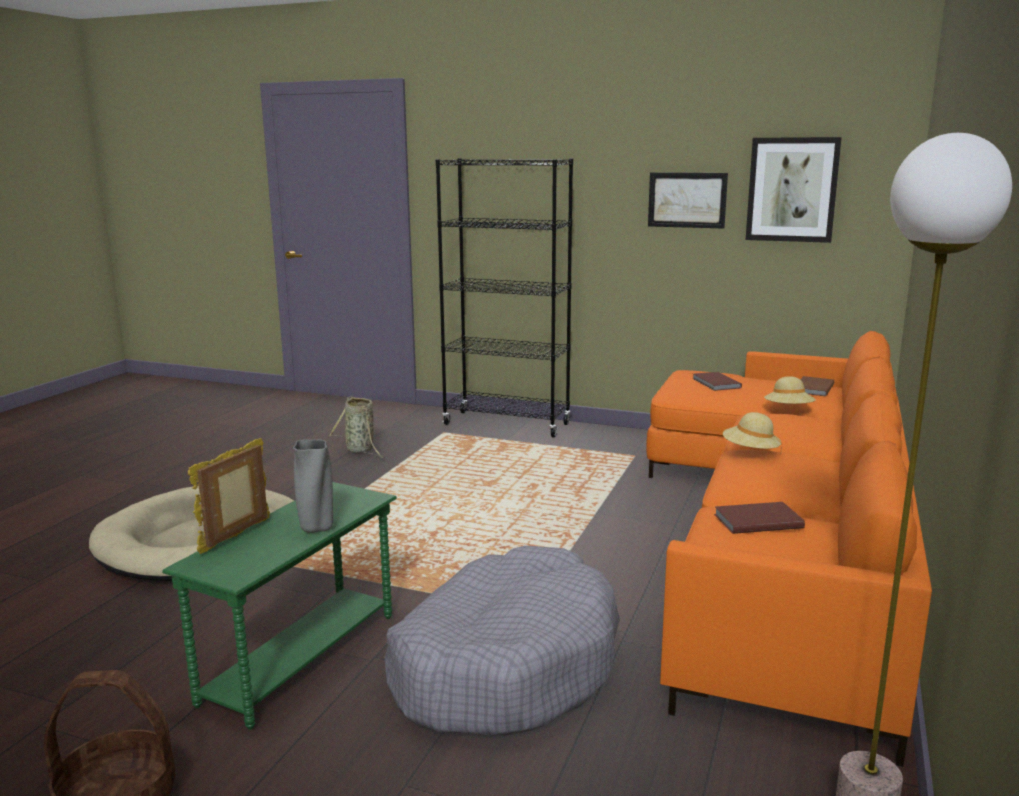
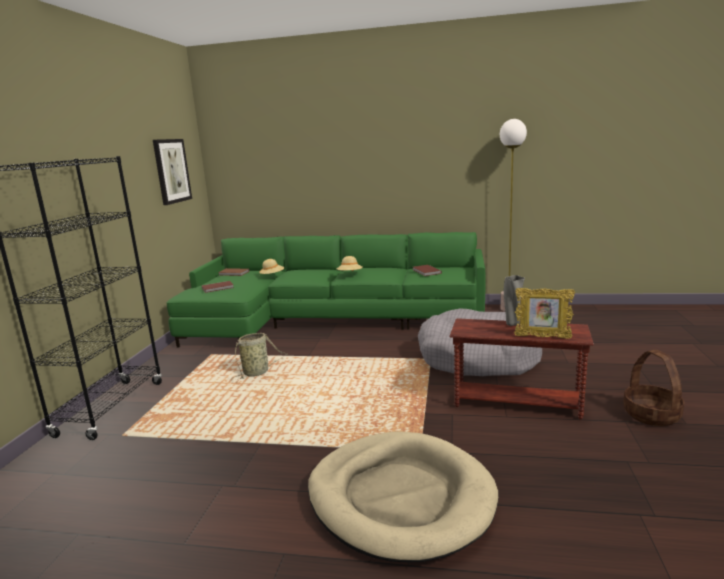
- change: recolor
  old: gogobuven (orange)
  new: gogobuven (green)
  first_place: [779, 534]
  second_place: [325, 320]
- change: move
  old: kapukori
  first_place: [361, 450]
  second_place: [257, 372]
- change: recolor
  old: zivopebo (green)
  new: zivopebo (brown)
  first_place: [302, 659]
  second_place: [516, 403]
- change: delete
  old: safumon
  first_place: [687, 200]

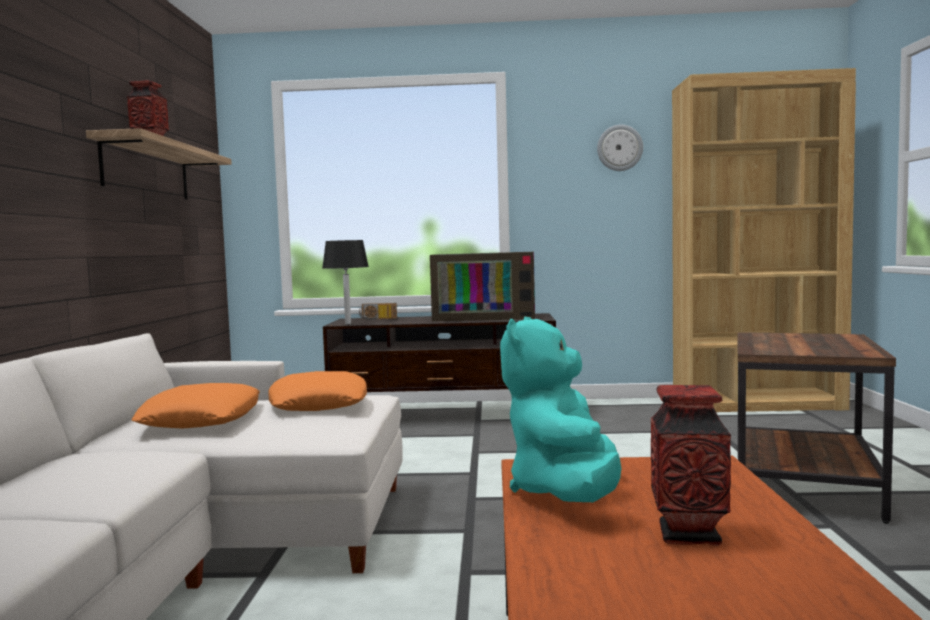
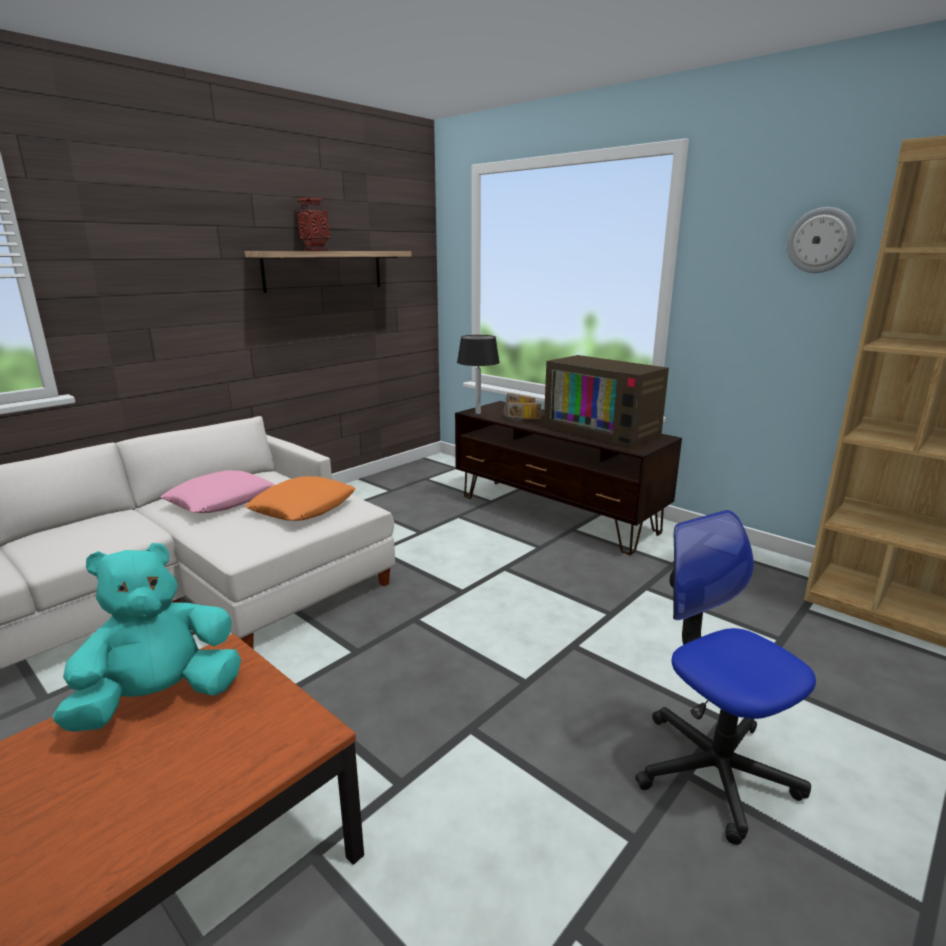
- change: recolor
  old: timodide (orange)
  new: timodide (pink)
  first_place: [201, 418]
  second_place: [221, 500]
- change: insert
  new: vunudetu
  second_place: [521, 419]
- change: replace
  old: zivopebo (brown)
  new: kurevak
  first_place: [801, 487]
  second_place: [714, 770]
- change: delete
  old: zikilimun
  first_place: [688, 534]

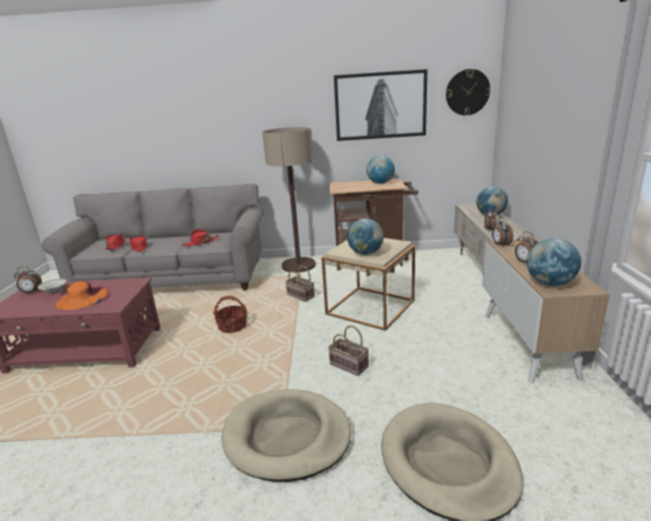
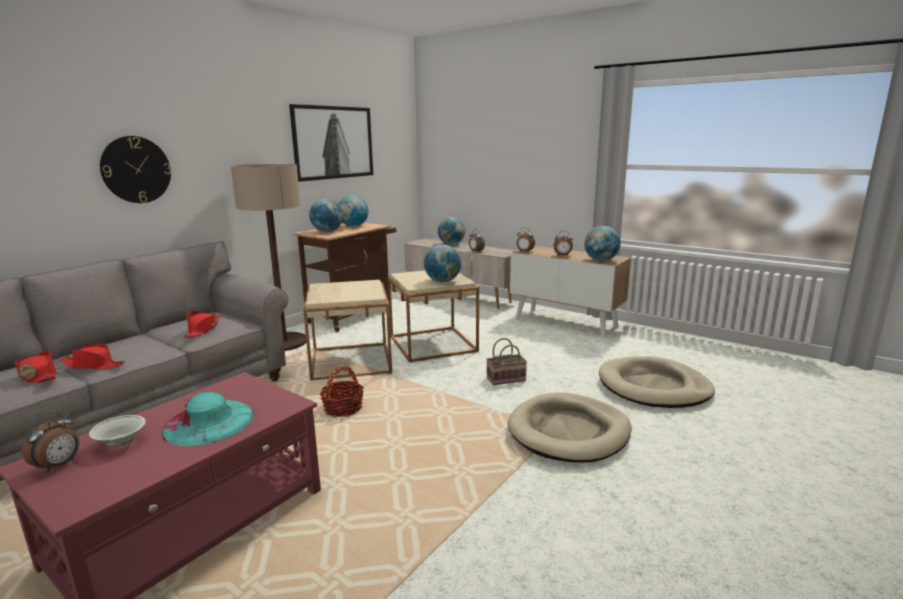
- change: move
  old: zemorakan
  first_place: [467, 92]
  second_place: [136, 170]
- change: recolor
  old: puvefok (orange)
  new: puvefok (turquoise)
  first_place: [83, 298]
  second_place: [209, 422]
- change: replace
  old: kapukori
  new: zivopebo (beige)
  first_place: [300, 296]
  second_place: [351, 361]
- change: insert
  new: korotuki
  second_place: [327, 231]

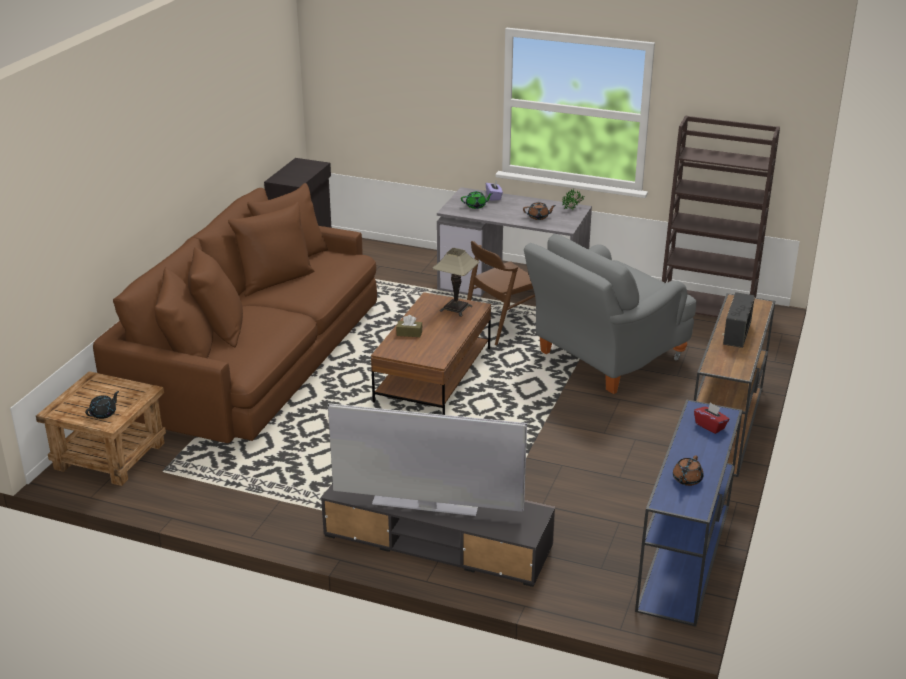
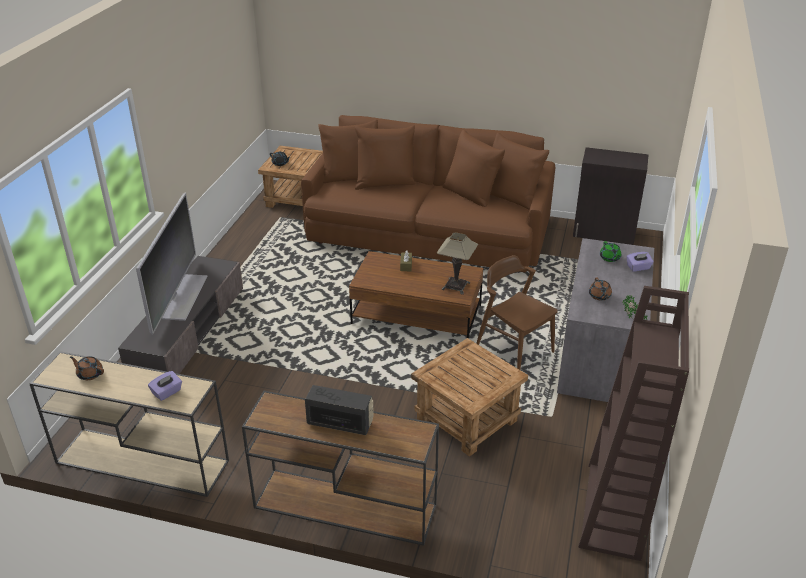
- change: recolor
  old: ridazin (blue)
  new: ridazin (beige)
  first_place: [684, 557]
  second_place: [140, 461]
- change: recolor
  old: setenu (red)
  new: setenu (purple)
  first_place: [710, 426]
  second_place: [167, 392]
- change: replace
  old: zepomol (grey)
  new: zivopebo (brown)
  first_place: [604, 358]
  second_place: [467, 418]

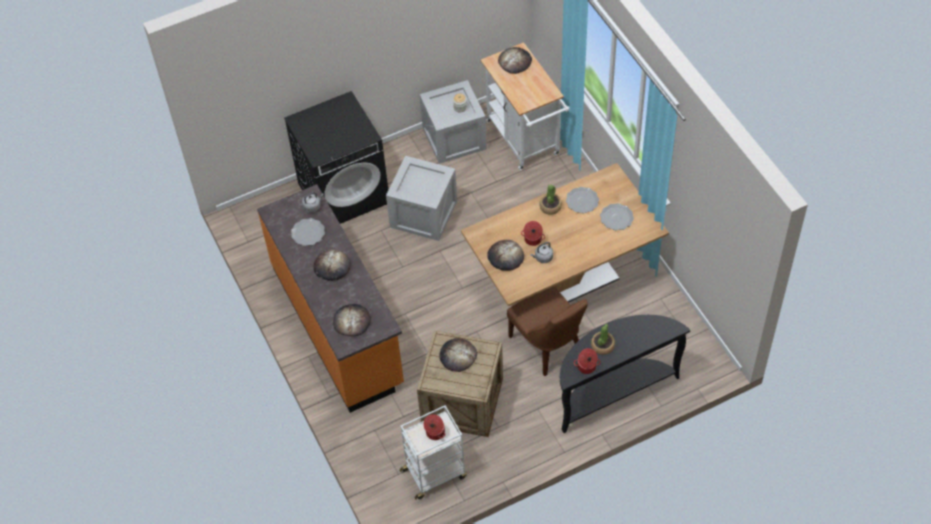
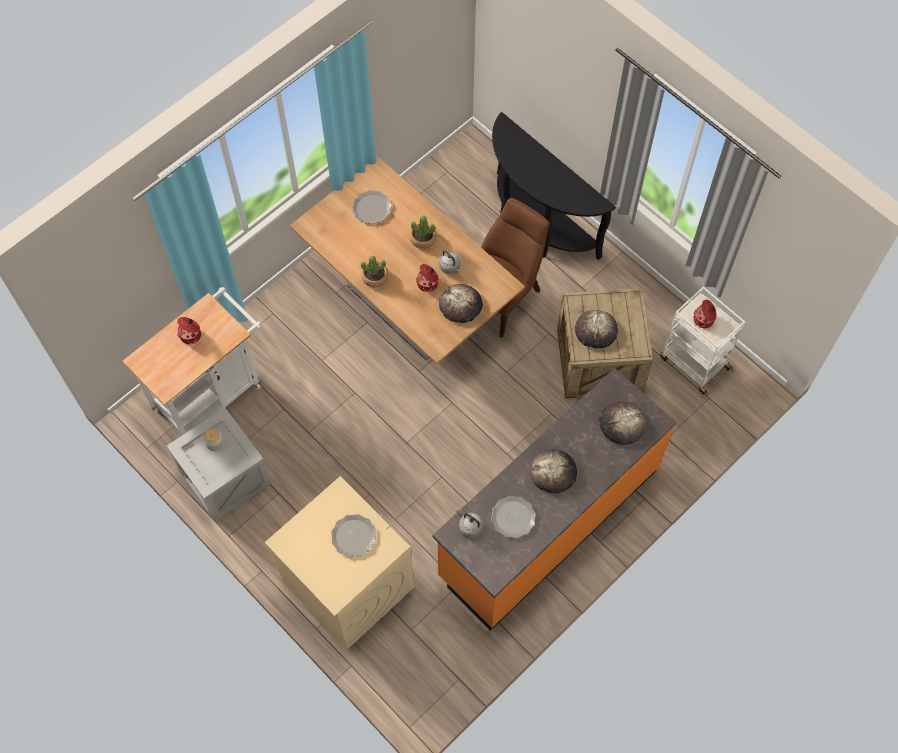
- change: move
  old: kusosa
  first_place: [586, 367]
  second_place: [191, 335]
- change: recolor
  old: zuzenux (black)
  new: zuzenux (beige)
  first_place: [344, 192]
  second_place: [347, 584]
- change: move
  old: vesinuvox
  first_place: [582, 201]
  second_place: [354, 536]
- change: move
  old: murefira
  first_place: [602, 345]
  second_place: [423, 239]
- change: delete
  old: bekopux
  first_place: [423, 214]
- change: delete
  old: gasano
  first_place: [515, 61]

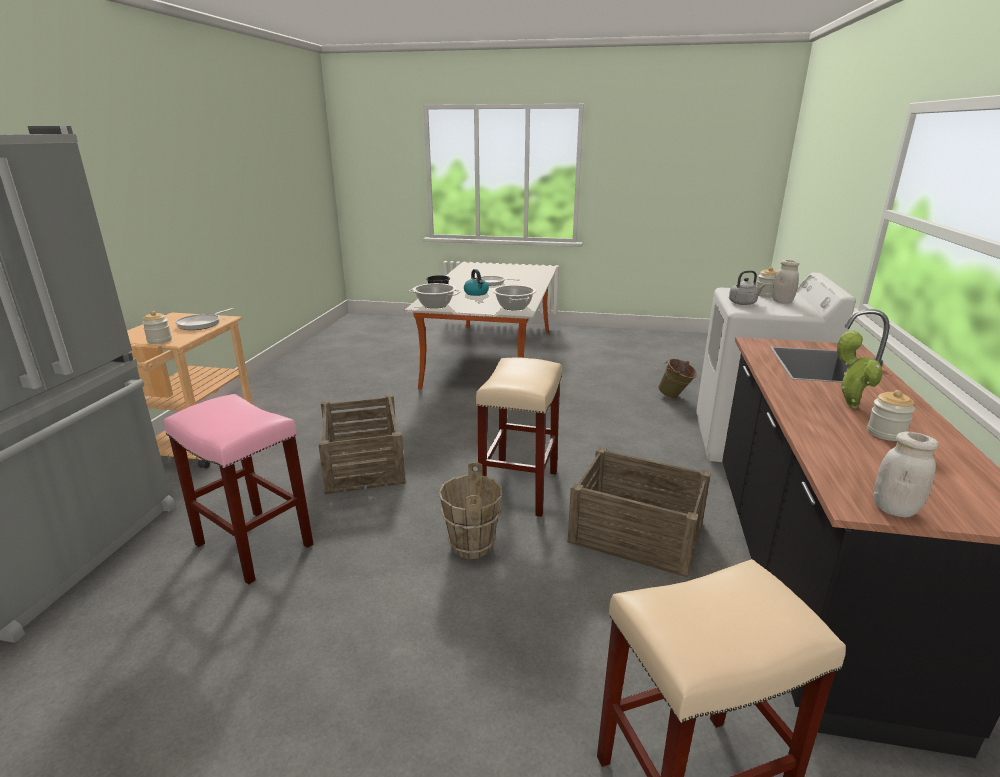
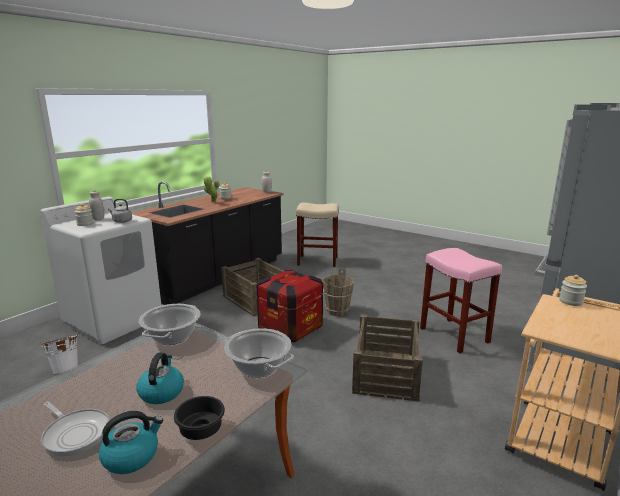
- change: recolor
  old: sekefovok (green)
  new: sekefovok (white)
  first_place: [675, 397]
  second_place: [66, 370]
- change: insert
  new: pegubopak
  second_place: [132, 456]
- change: replace
  old: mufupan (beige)
  new: bekopux
  first_place: [519, 489]
  second_place: [290, 328]
- change: delete
  old: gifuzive
  first_place: [202, 324]

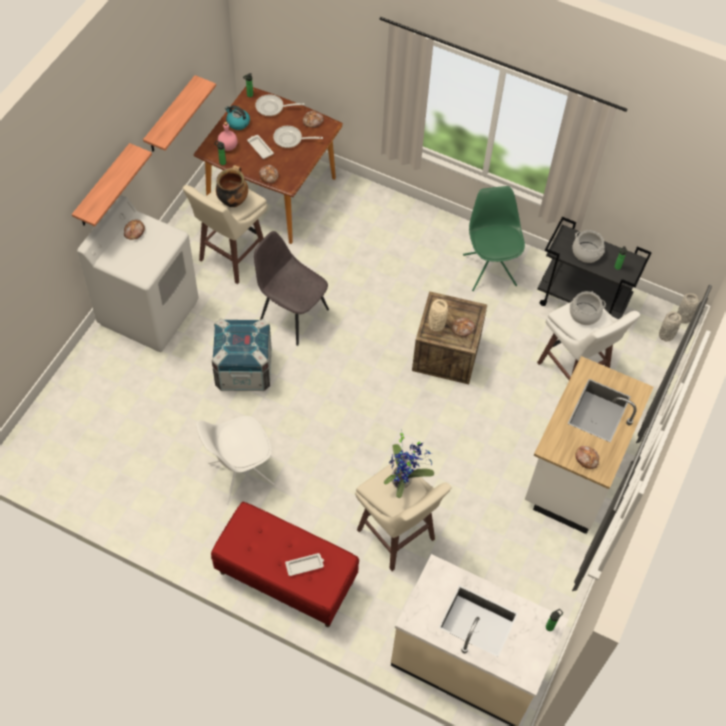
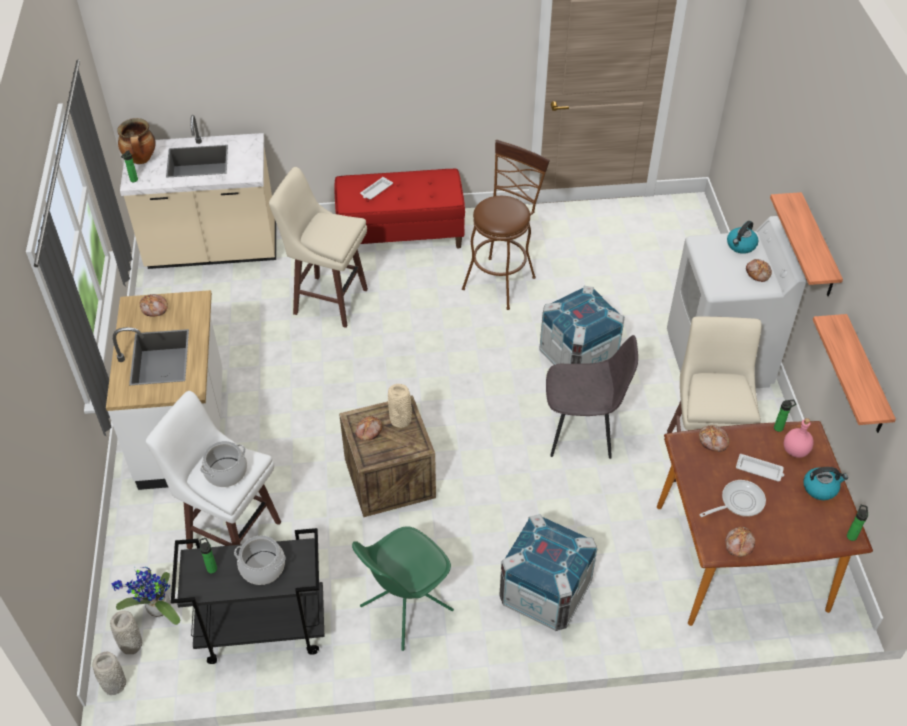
- change: move
  old: murefira
  first_place: [404, 480]
  second_place: [156, 610]
- change: move
  old: kusosa
  first_place: [233, 200]
  second_place: [141, 159]
- change: rotate
  old: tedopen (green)
  first_place: [489, 269]
  second_place: [405, 609]
  degrees: 90
- change: replace
  old: tedopen (white)
  new: mufupan (brown)
  first_place: [239, 474]
  second_place: [502, 279]
- change: insert
  new: bekopux
  second_place: [545, 592]
- change: insert
  new: pegubopak
  second_place: [741, 246]
- change: delete
  old: gifuzive
  first_place: [272, 107]

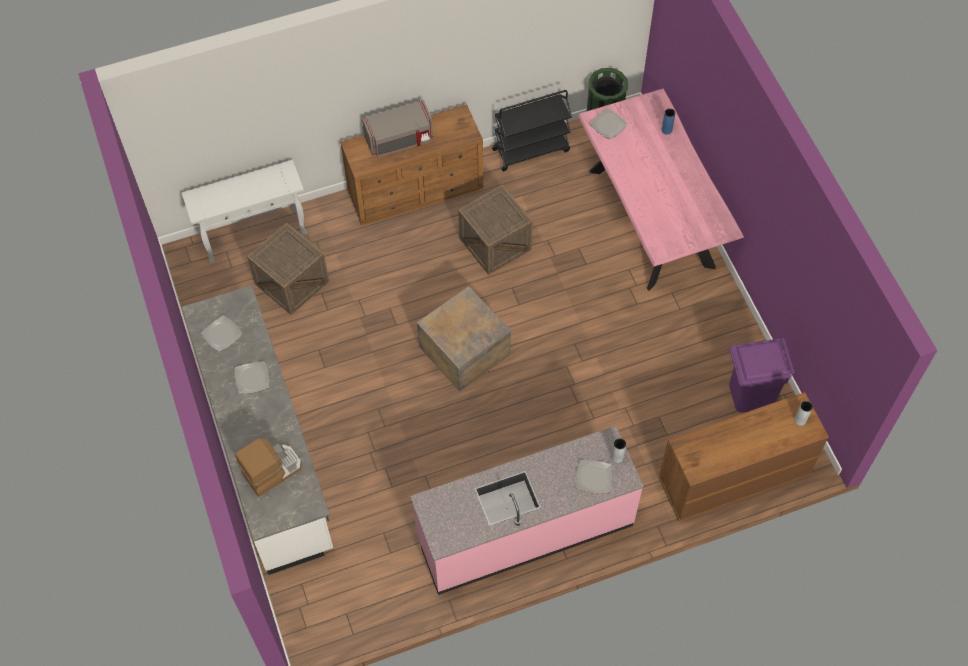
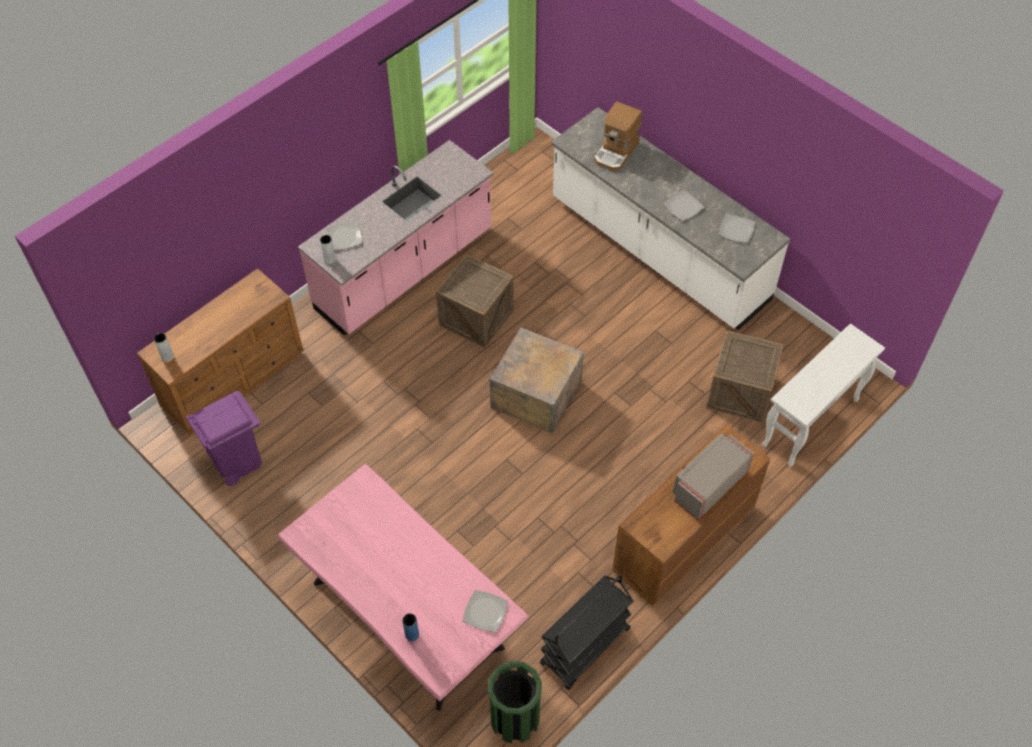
- change: move
  old: bekopux
  first_place: [495, 244]
  second_place: [476, 317]

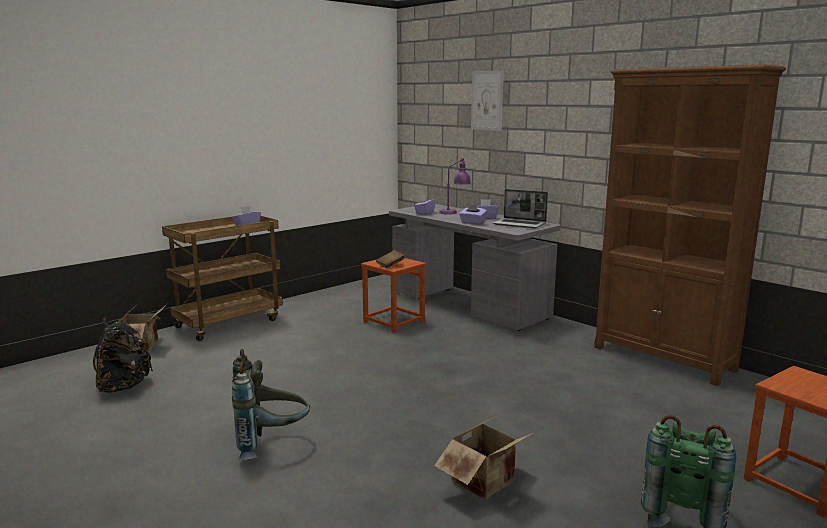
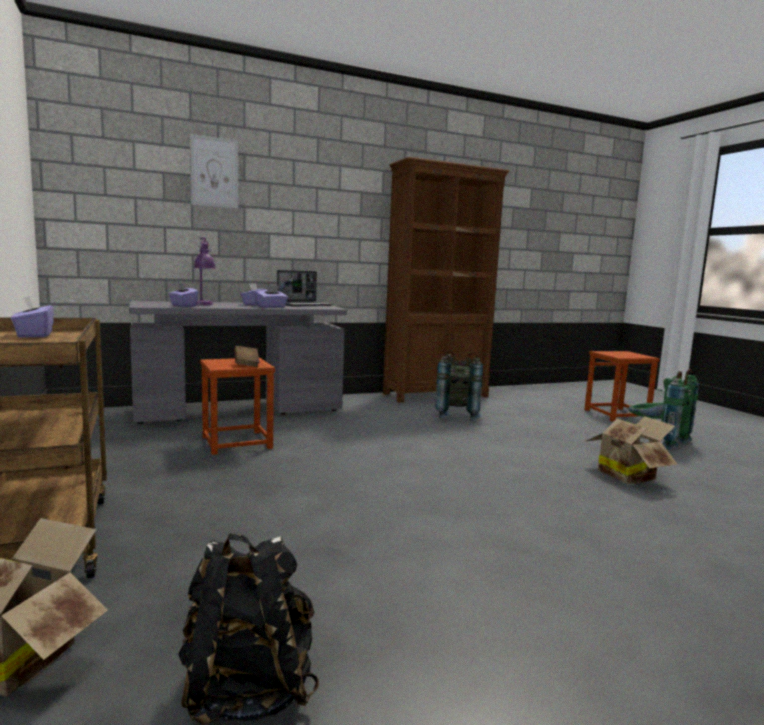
- change: move
  old: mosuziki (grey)
  first_place: [271, 444]
  second_place: [456, 415]

